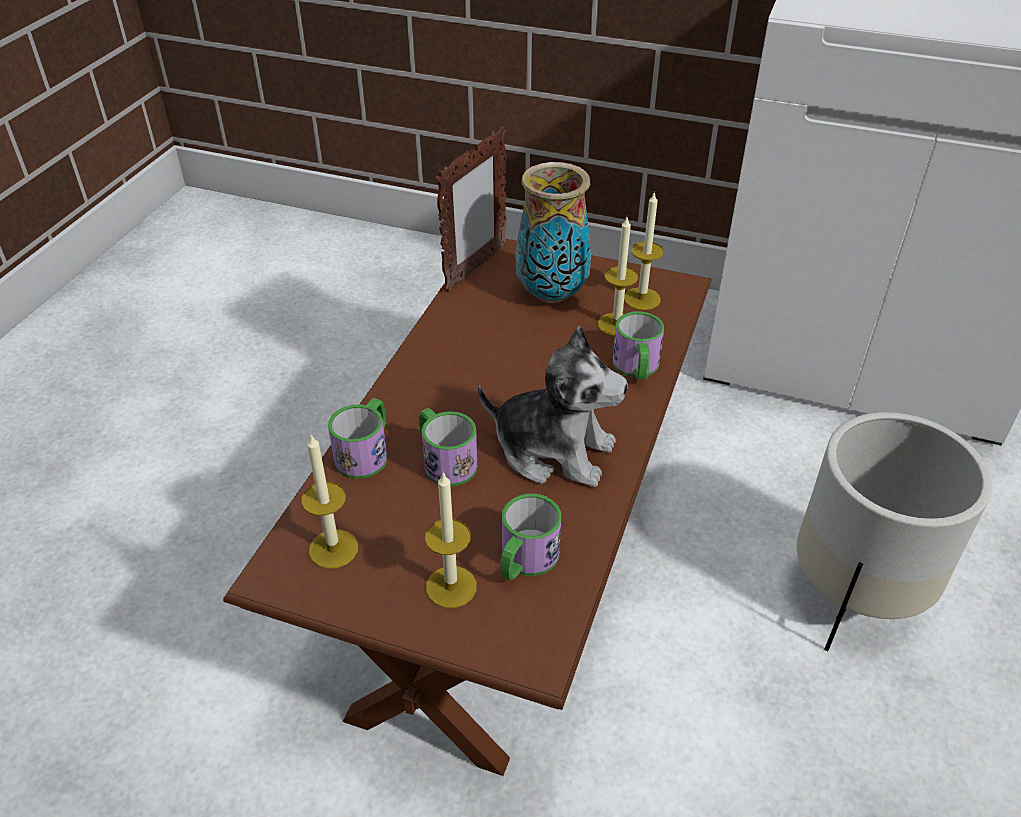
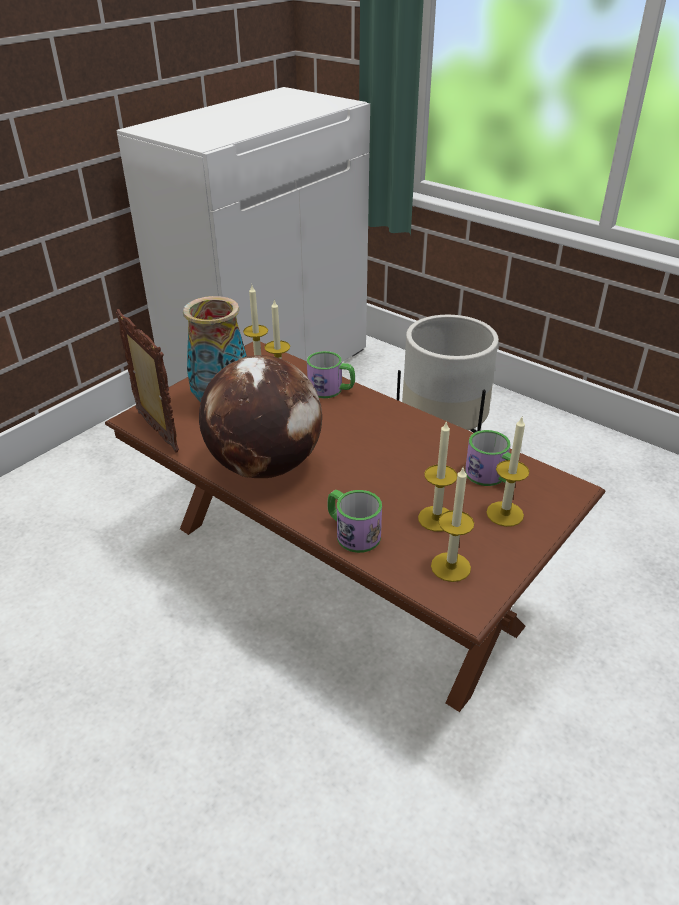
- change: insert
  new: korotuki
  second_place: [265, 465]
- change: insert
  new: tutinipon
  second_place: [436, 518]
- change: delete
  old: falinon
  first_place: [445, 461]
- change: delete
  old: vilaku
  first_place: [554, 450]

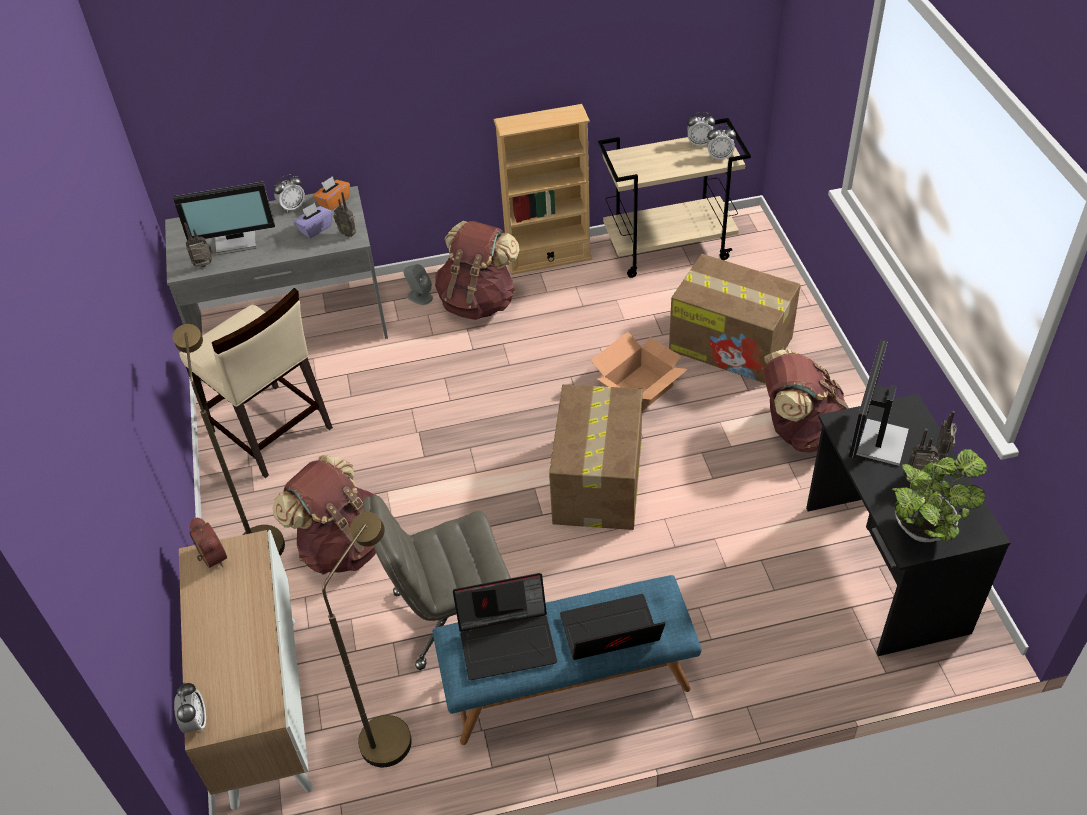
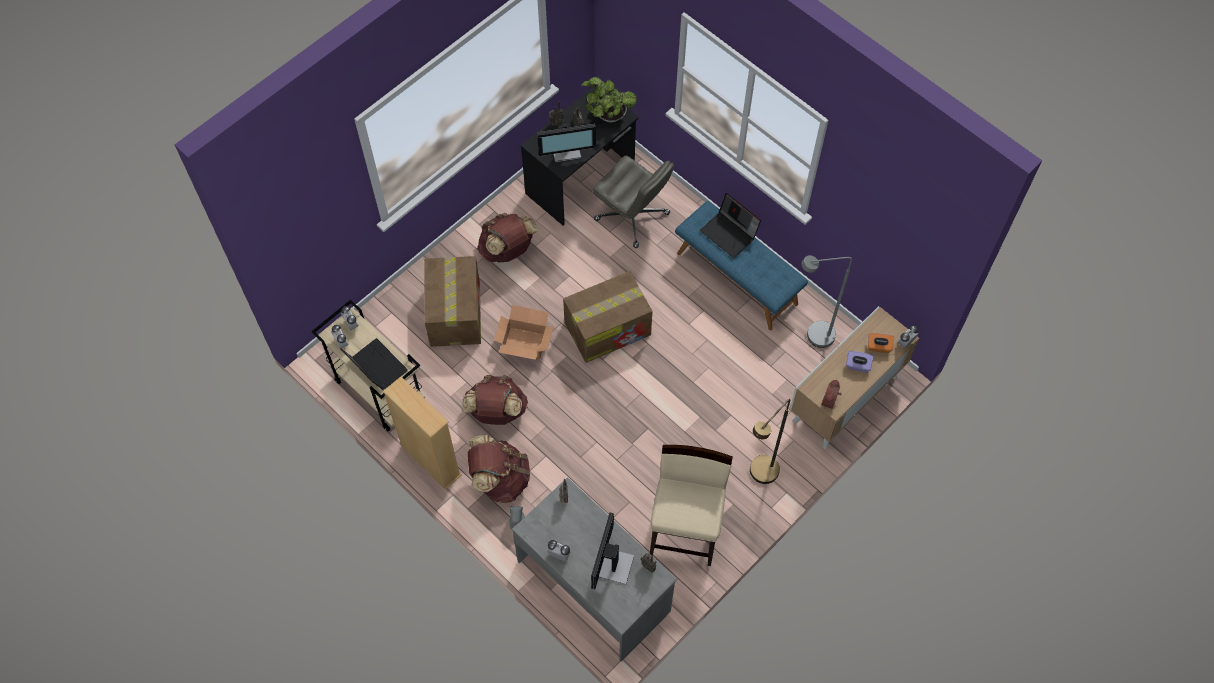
- change: move
  old: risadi
  first_place: [508, 641]
  second_place: [375, 367]
- change: move
  old: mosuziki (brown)
  first_place: [342, 545]
  second_place: [496, 412]
- change: rotate
  old: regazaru
  first_place: [236, 240]
  second_place: [613, 566]
  degrees: -120
- change: move
  old: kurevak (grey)
  first_place: [451, 617]
  second_place: [633, 217]
- change: recolor
  old: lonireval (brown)
  new: lonireval (grey)
  first_place: [391, 729]
  second_place: [813, 337]
- change: move
  old: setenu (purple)
  first_place: [315, 228]
  second_place: [857, 365]
- change: move
  old: setenu (orange)
  first_place: [333, 202]
  second_place: [879, 347]

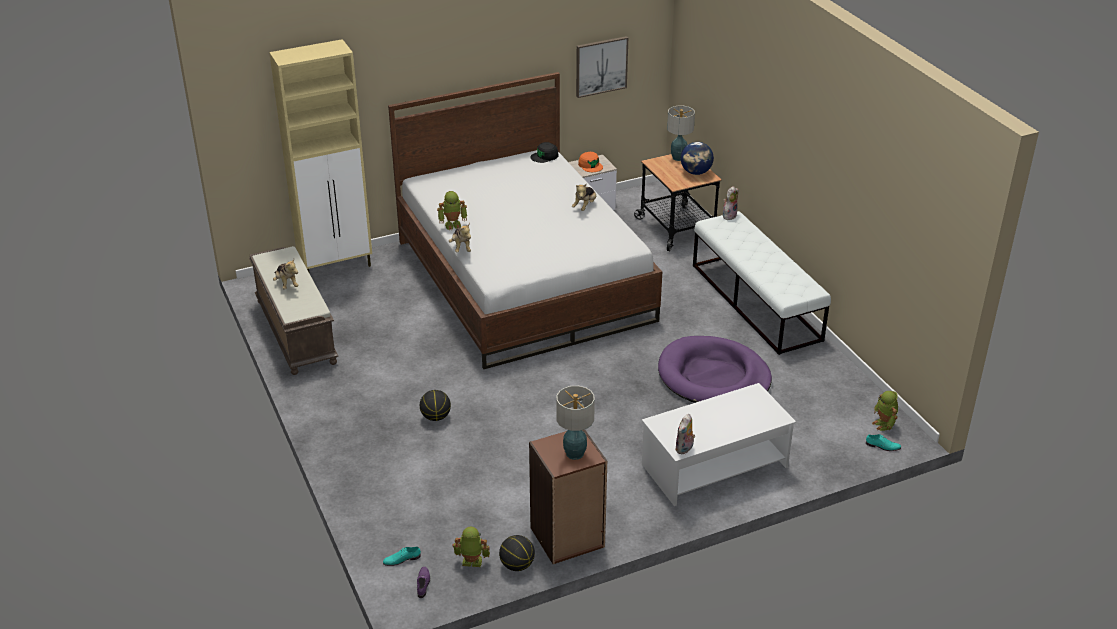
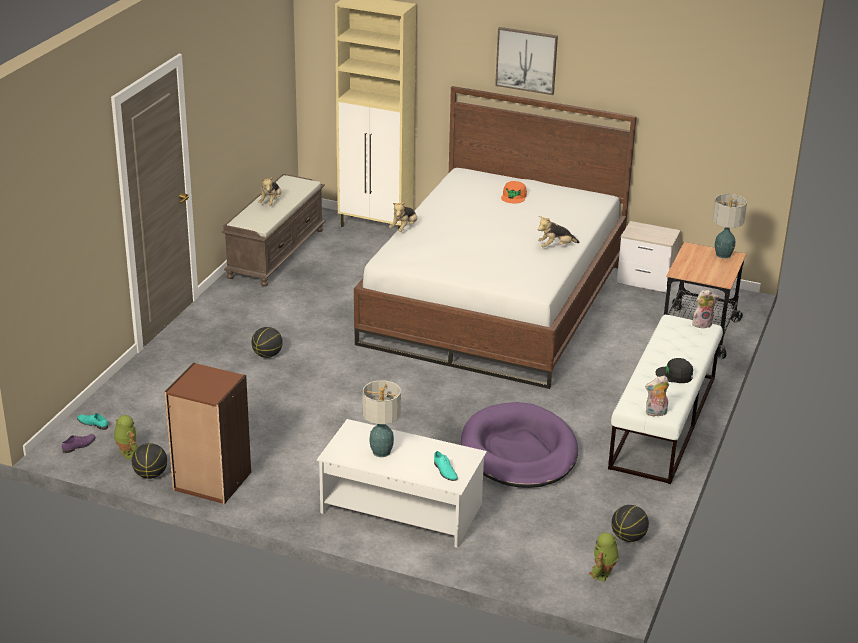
- change: move
  old: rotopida
  first_place: [575, 453]
  second_place: [382, 451]
- change: move
  old: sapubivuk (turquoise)
  first_place: [883, 446]
  second_place: [444, 471]
- change: move
  old: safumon
  first_place: [601, 66]
  second_place: [526, 60]
- change: move
  old: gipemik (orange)
  first_place: [590, 165]
  second_place: [514, 196]
- change: insert
  new: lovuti
  second_place: [628, 537]
- change: move
  old: vilaku
  first_place: [684, 449]
  second_place: [656, 413]
- change: move
  old: gipemik (black)
  first_place: [544, 156]
  second_place: [674, 375]
- change: delete
  old: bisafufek
  first_place: [453, 224]
- change: delete
  old: korotuki
  first_place: [696, 172]

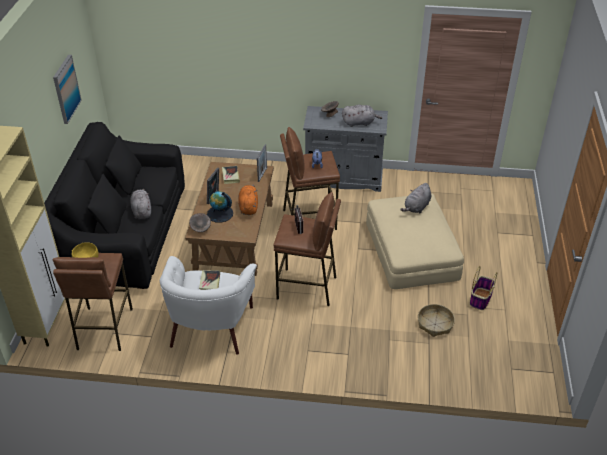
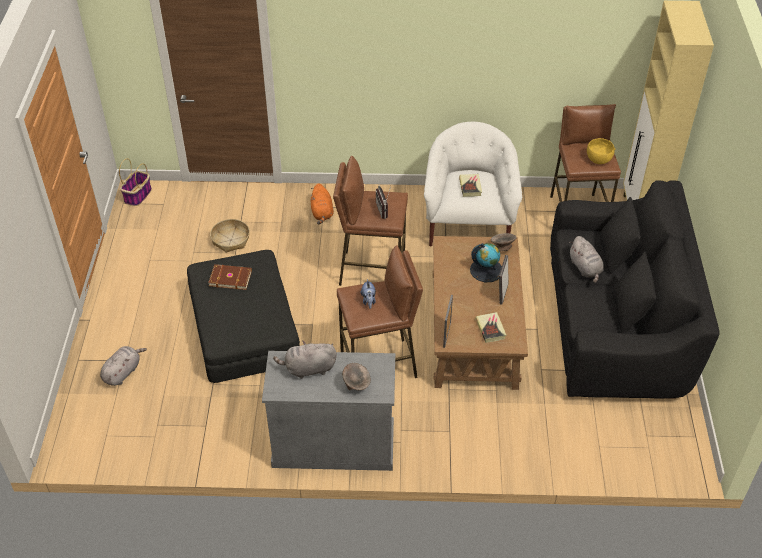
- change: move
  old: vilaku (grey)
  first_place: [416, 207]
  second_place: [123, 372]
- change: move
  old: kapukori
  first_place: [480, 298]
  second_place: [138, 196]
- change: recolor
  old: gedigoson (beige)
  new: gedigoson (black)
  first_place: [412, 250]
  second_place: [243, 326]
- change: insert
  new: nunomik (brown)
  second_place: [230, 277]
- change: move
  old: vilaku (orange)
  first_place: [248, 207]
  second_place: [322, 213]
- change: delete
  old: safumon
  first_place: [66, 89]

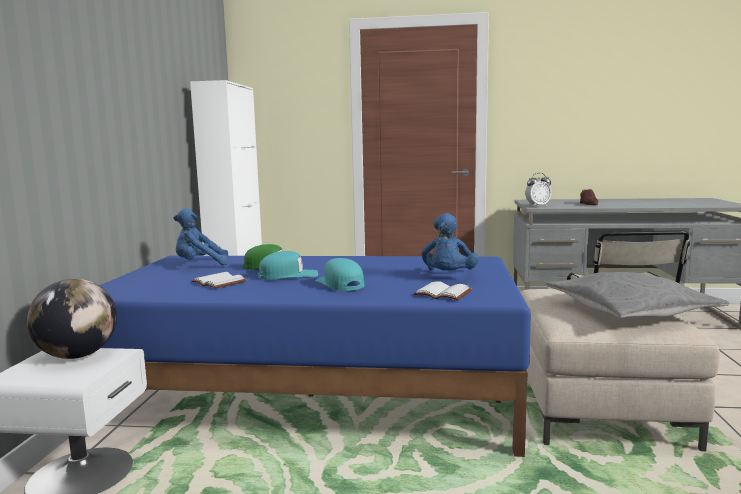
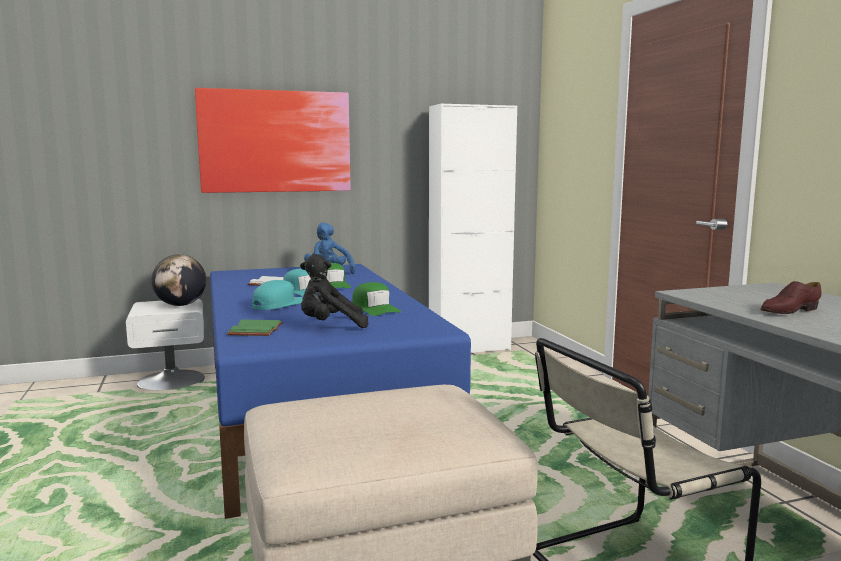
- change: insert
  new: safumon
  second_place: [275, 141]
- change: recolor
  old: nunomik (white)
  new: nunomik (green)
  first_place: [441, 294]
  second_place: [254, 330]
- change: recolor
  old: vilaku (blue)
  new: vilaku (black)
  first_place: [448, 277]
  second_place: [330, 326]
- change: insert
  new: gipemik (green)
  second_place: [374, 308]
- change: delete
  old: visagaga
  first_place: [538, 206]
- change: delete
  old: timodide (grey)
  first_place: [629, 311]

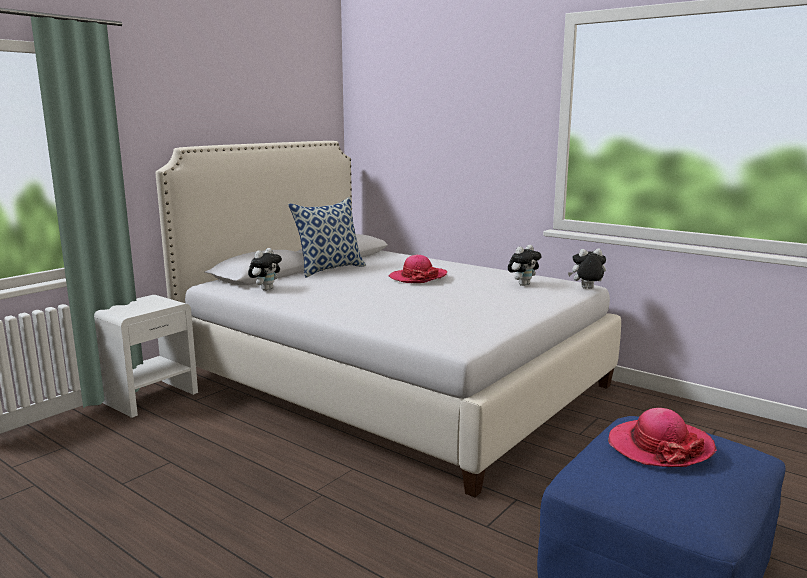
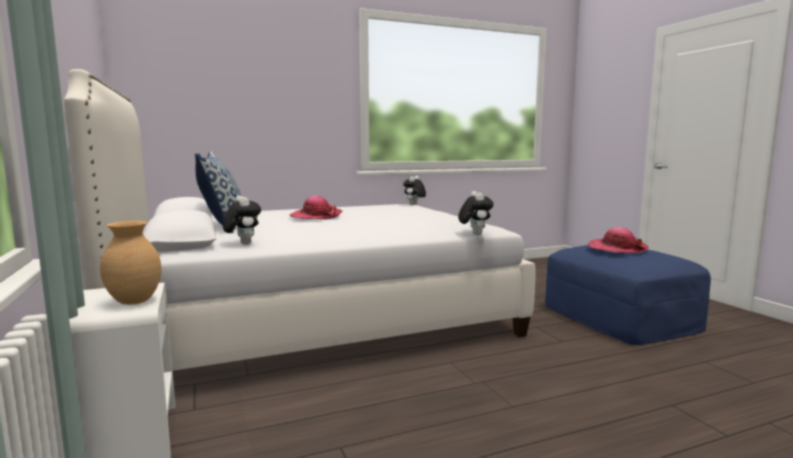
- change: insert
  new: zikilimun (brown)
  second_place: [135, 302]
- change: move
  old: vilaku
  first_place: [523, 284]
  second_place: [474, 234]

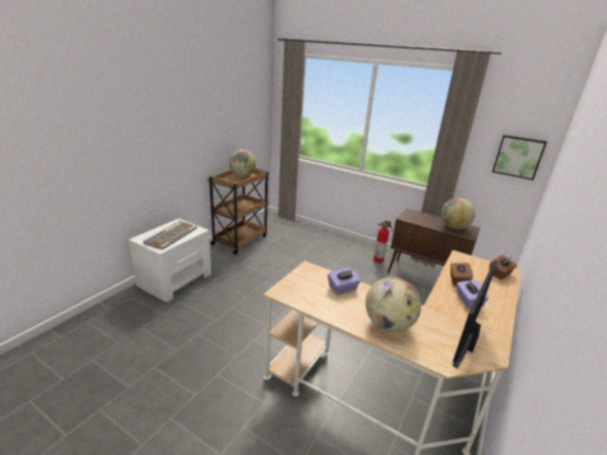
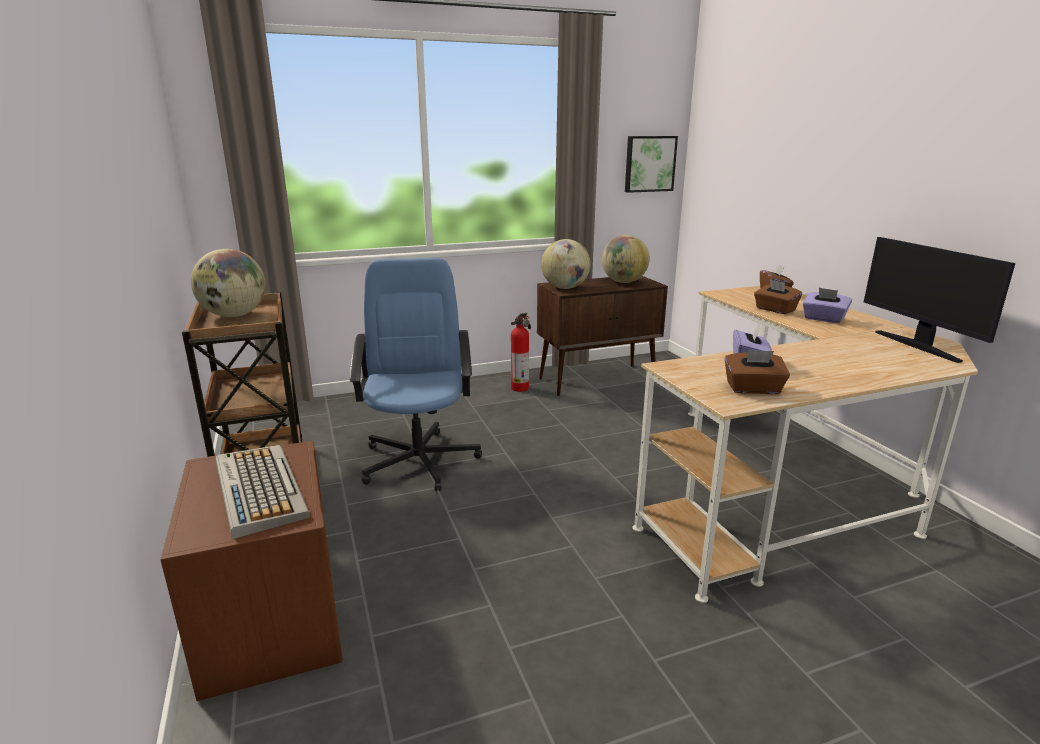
- change: recolor
  old: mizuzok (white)
  new: mizuzok (brown)
  first_place: [175, 279]
  second_place: [272, 616]
- change: insert
  new: kurevak (blue)
  second_place: [419, 460]
- change: move
  old: korotuki
  first_place: [388, 325]
  second_place: [565, 288]
- change: insert
  new: setenu (brown)
  second_place: [753, 389]

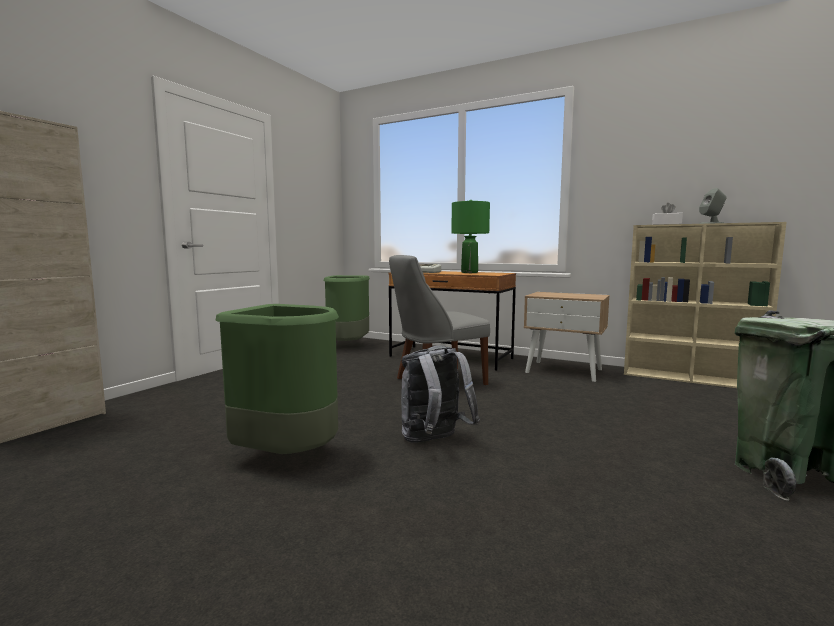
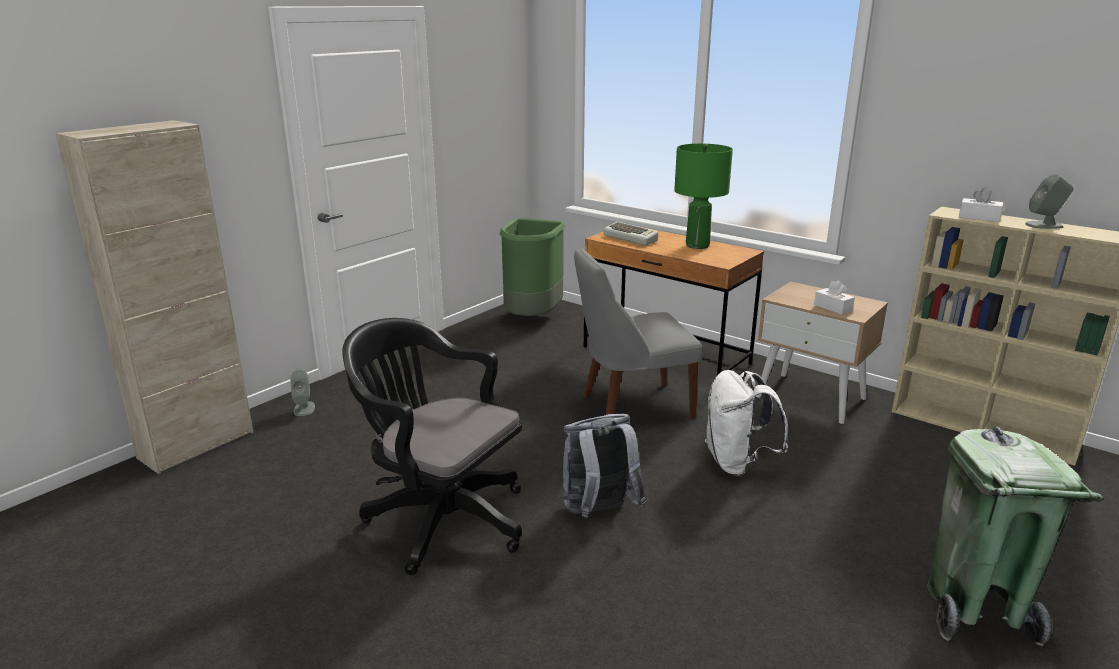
- change: insert
  new: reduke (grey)
  second_place: [304, 408]
- change: replace
  old: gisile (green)
  new: kurevak (black)
  first_place: [288, 456]
  second_place: [440, 518]
- change: insert
  new: mosuziki (white)
  second_place: [737, 464]
- change: insert
  new: setenu (white)
  second_place: [833, 308]

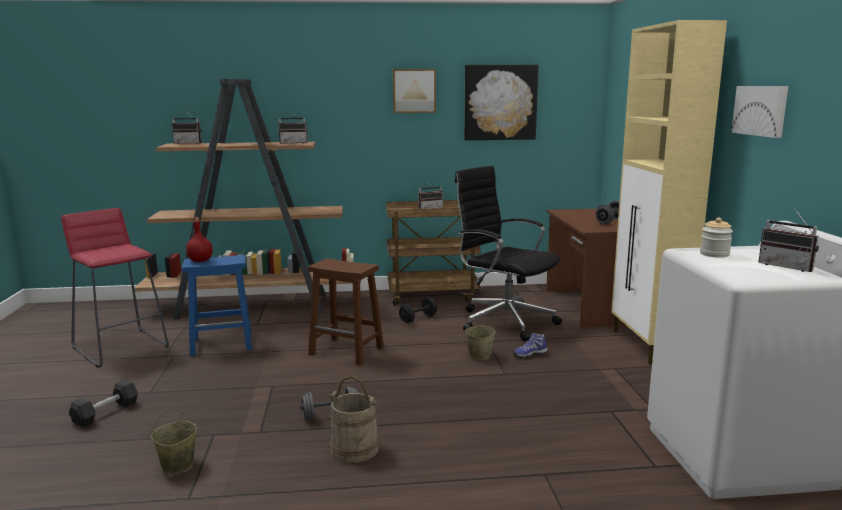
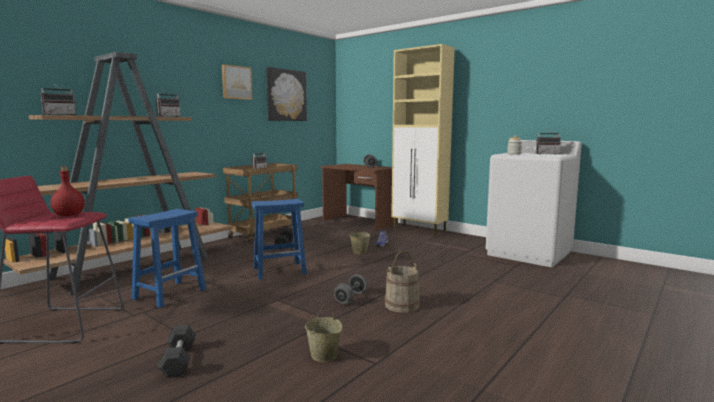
- change: move
  old: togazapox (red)
  first_place: [201, 261]
  second_place: [70, 215]
- change: recolor
  old: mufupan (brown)
  new: mufupan (blue)
  first_place: [347, 351]
  second_place: [280, 270]
- change: delete
  old: kurevak (black)
  first_place: [504, 321]
- change: delete
  old: safumon
  first_place: [761, 110]

